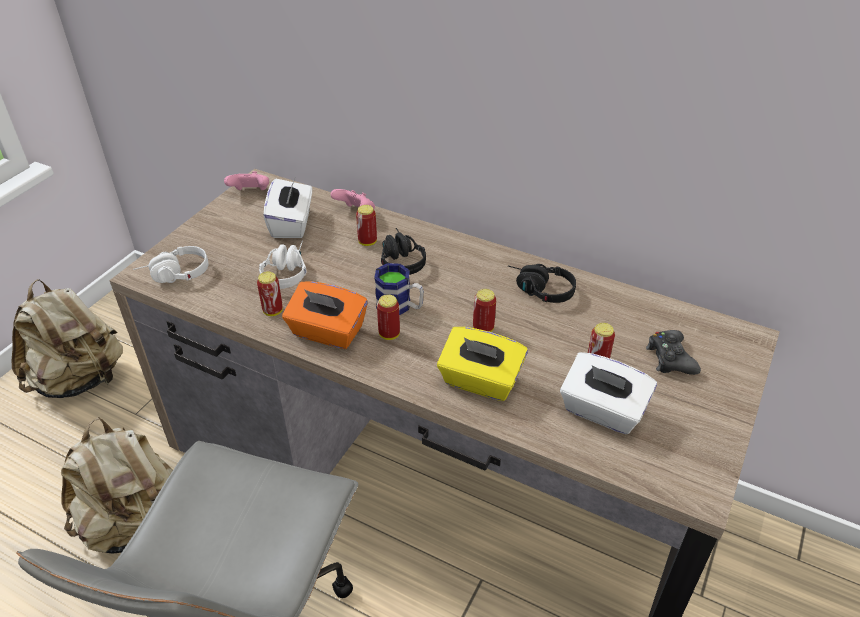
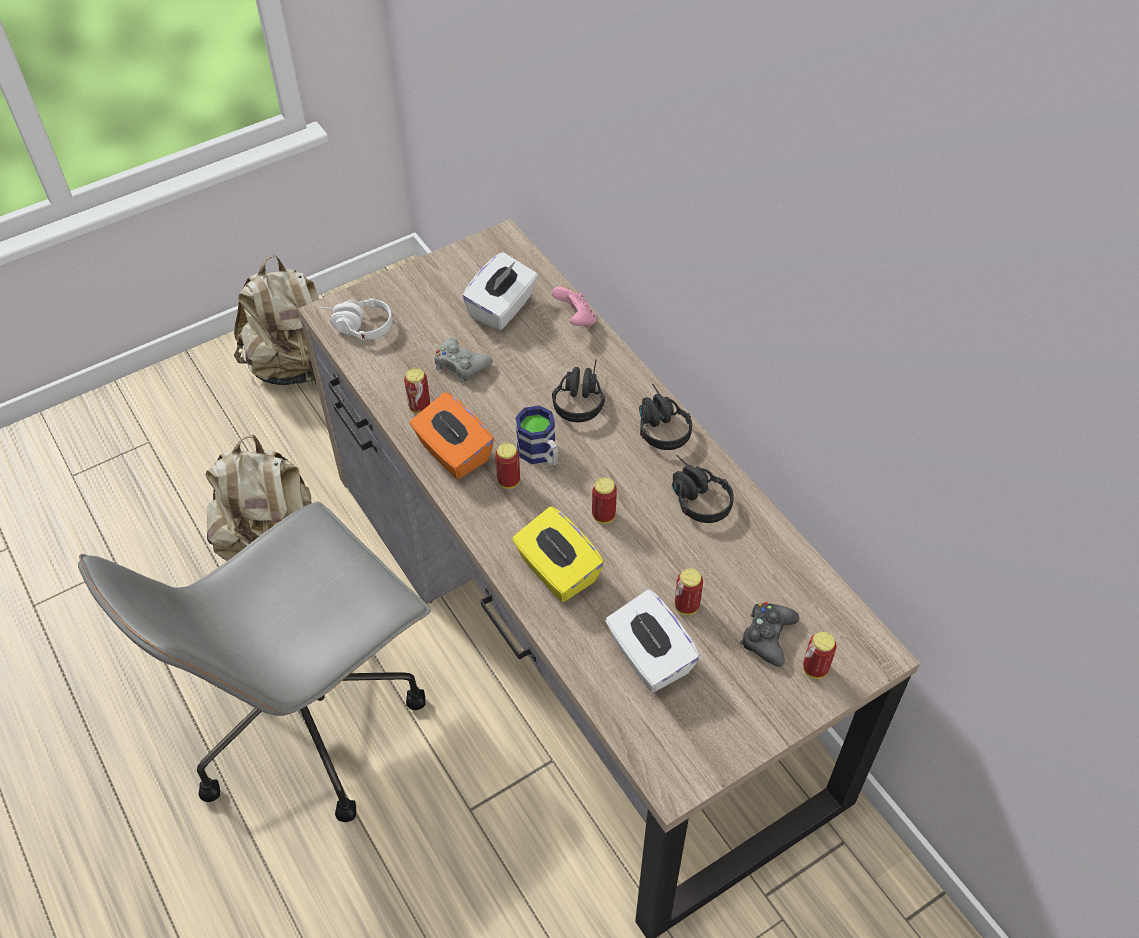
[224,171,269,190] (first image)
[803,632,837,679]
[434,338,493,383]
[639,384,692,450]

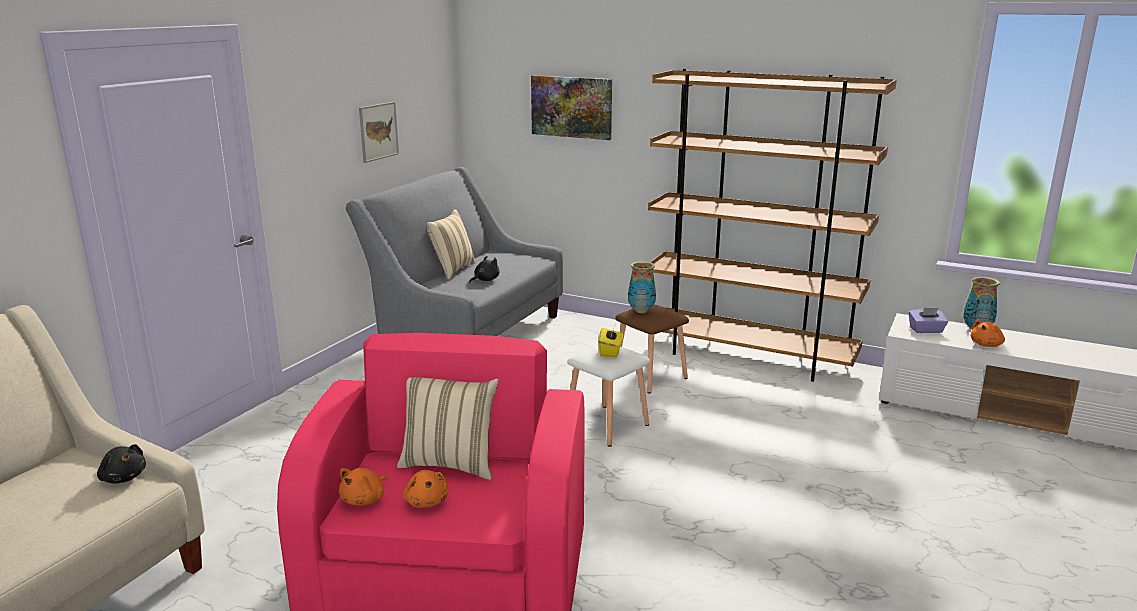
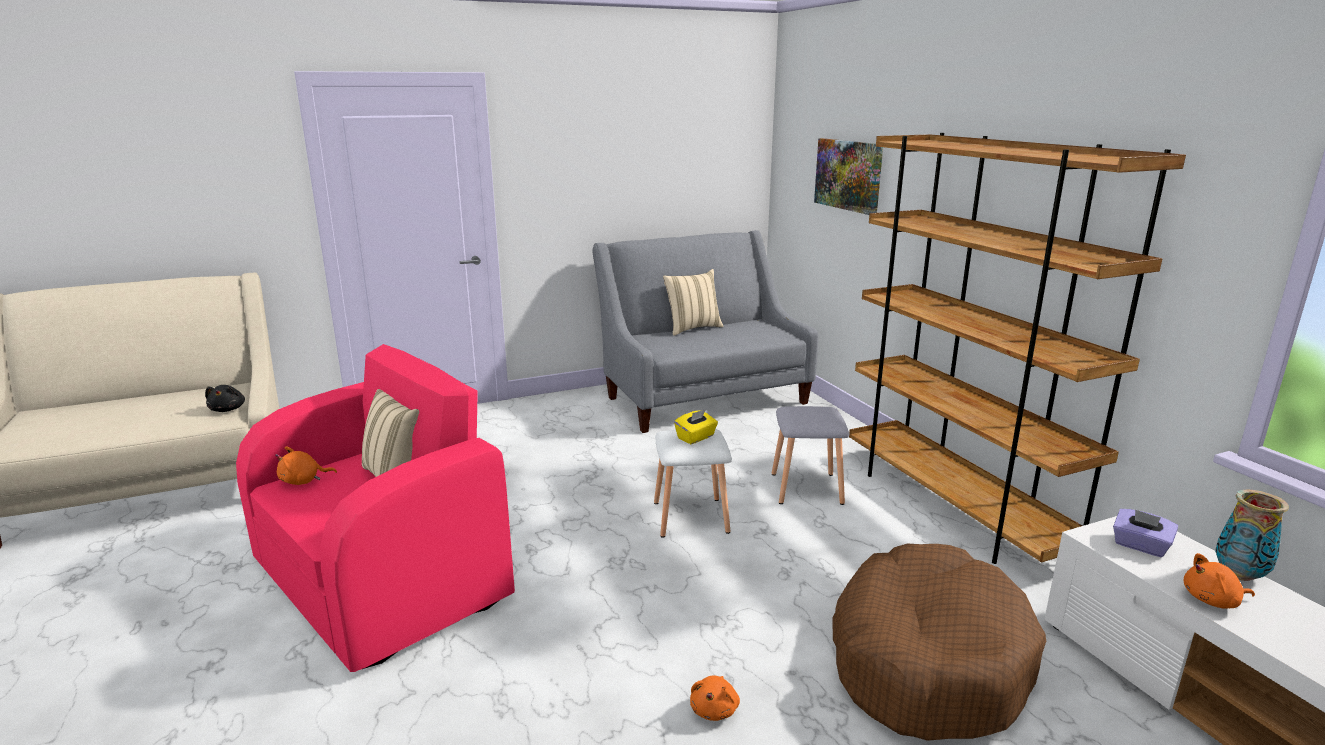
[359,102,399,163] (first image)
[469,256,499,283] (first image)
[628,261,656,313] (first image)
[772,406,849,505]
[690,675,740,721]
[832,544,1046,741]

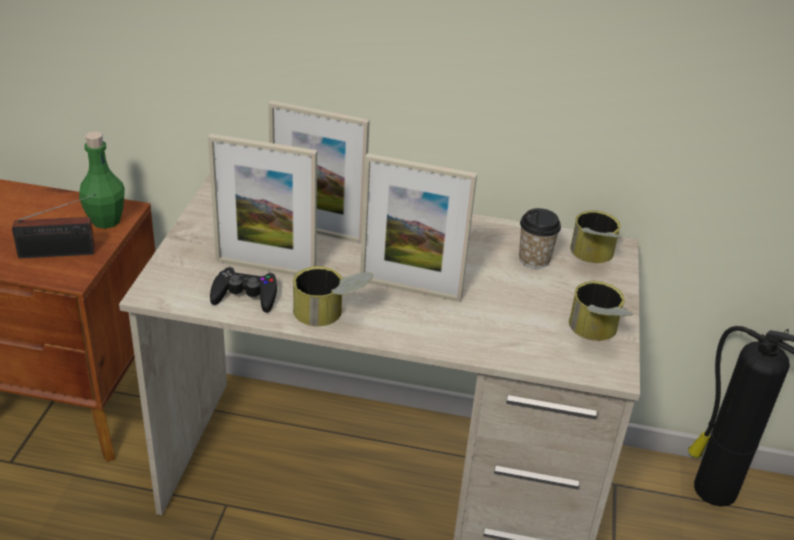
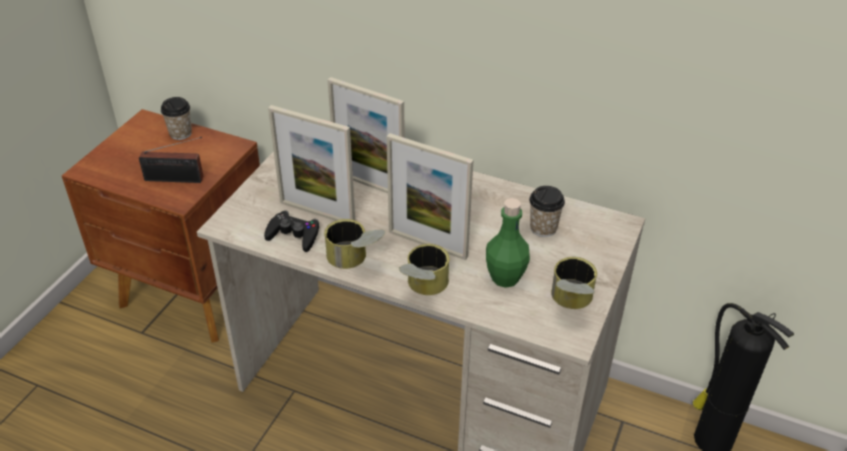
[486,198,530,288]
[399,244,450,295]
[161,97,192,140]

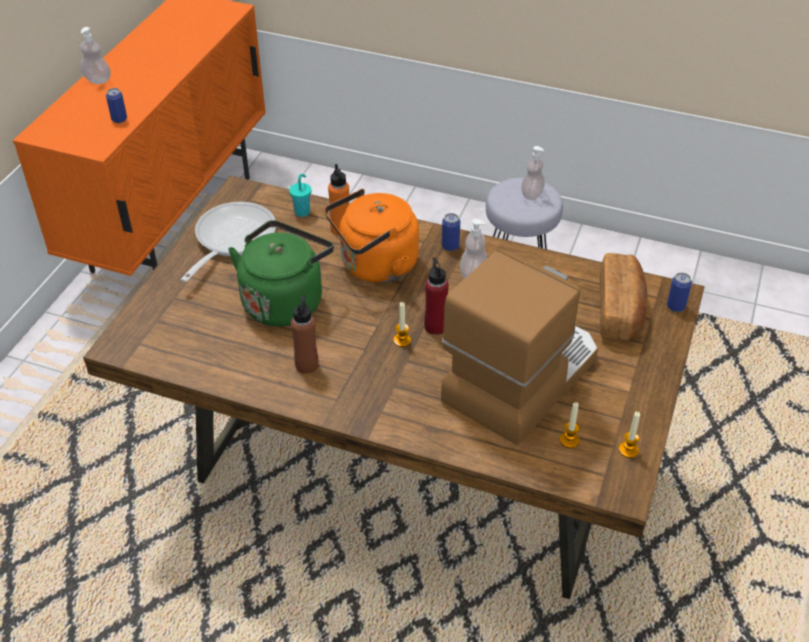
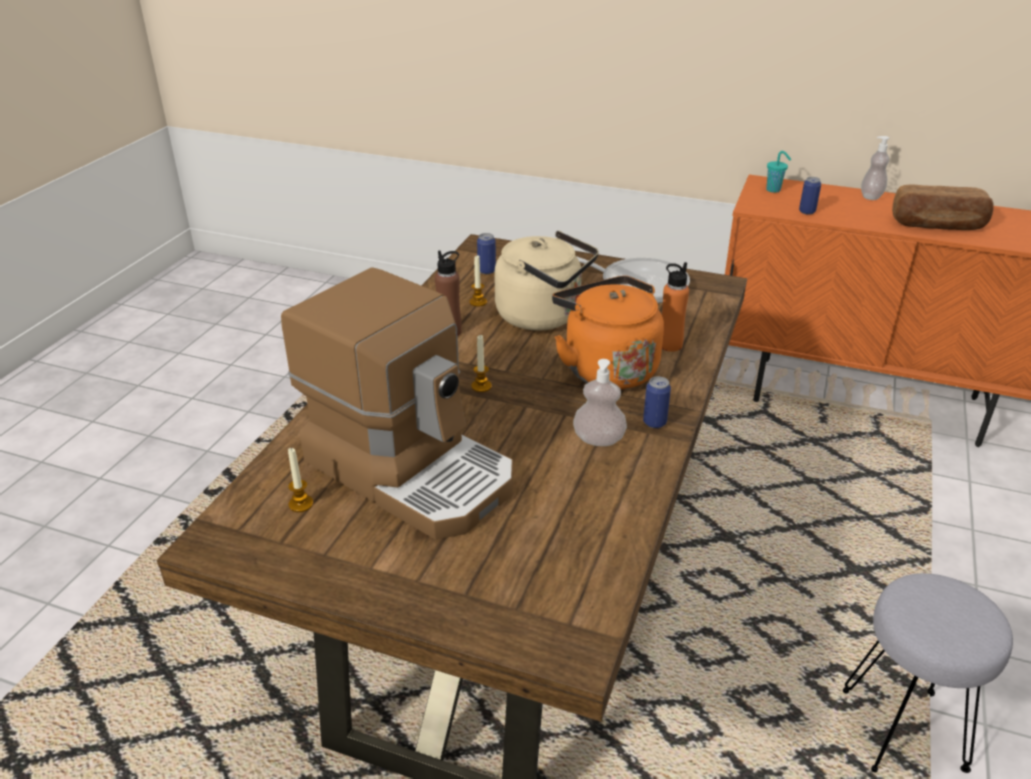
[521,146,545,200] (first image)
[766,151,791,193]
[494,231,599,331]
[892,185,994,230]
[424,257,449,335] (first image)
[477,233,496,274]
[469,255,487,307]

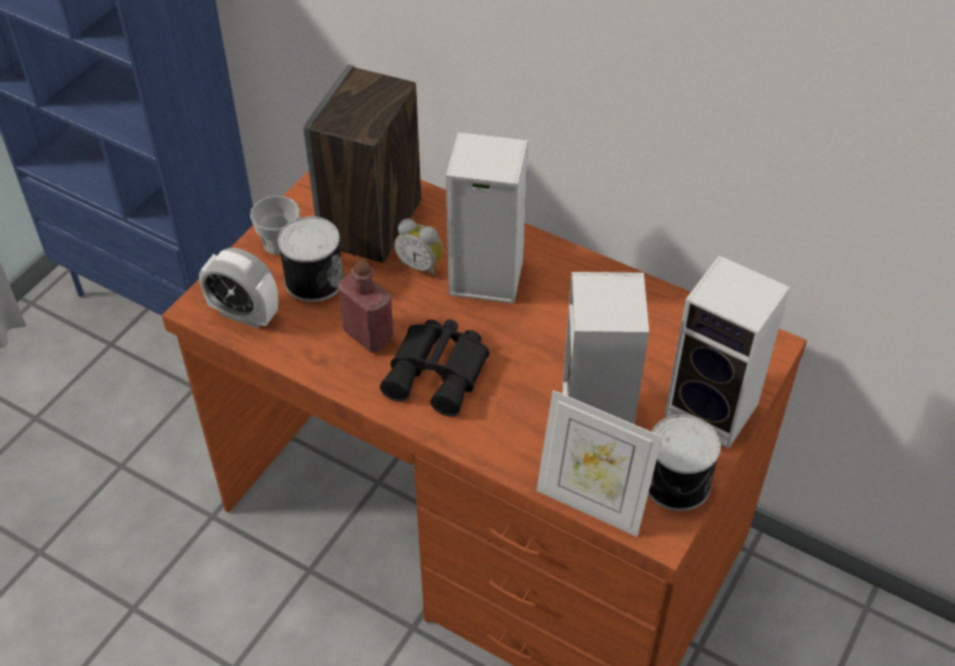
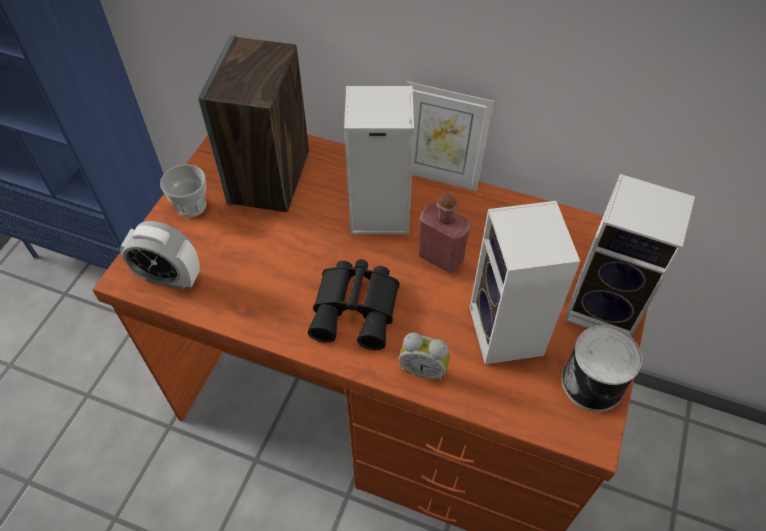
[278,216,344,302] (first image)
[399,332,450,382]
[419,193,471,273]
[406,81,494,191]

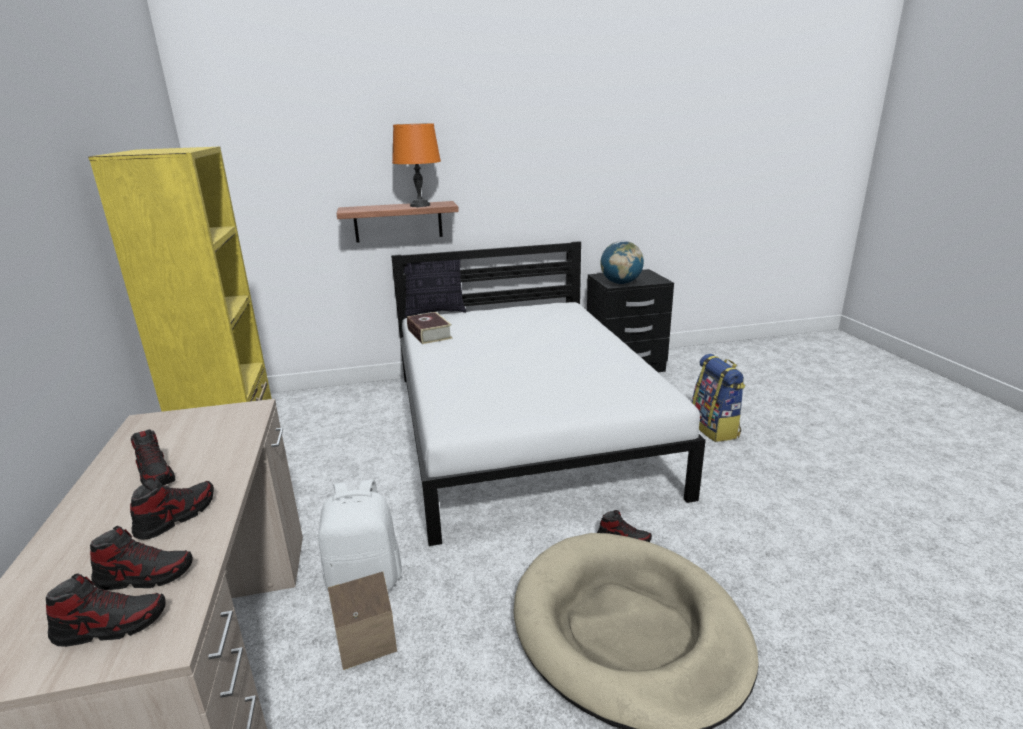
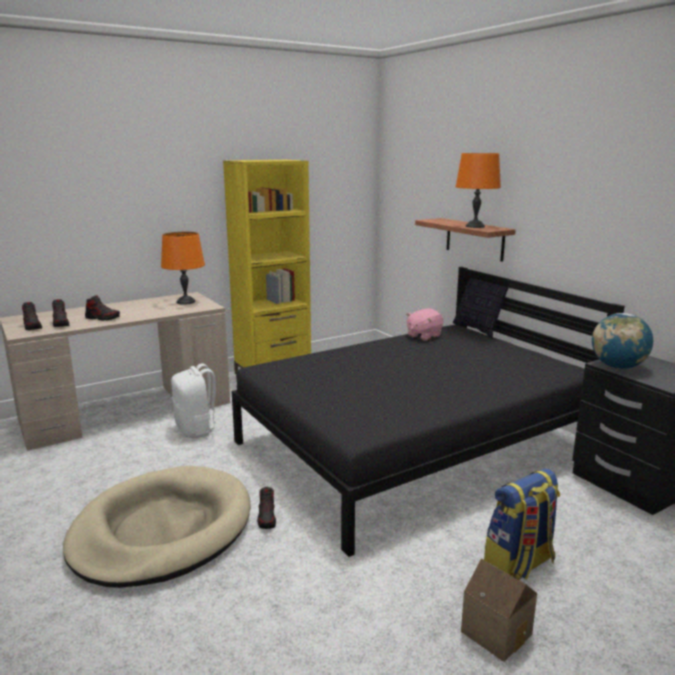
[232,267,625,557]
[406,308,444,341]
[131,429,176,485] (first image)
[461,558,537,662]
[161,232,205,305]

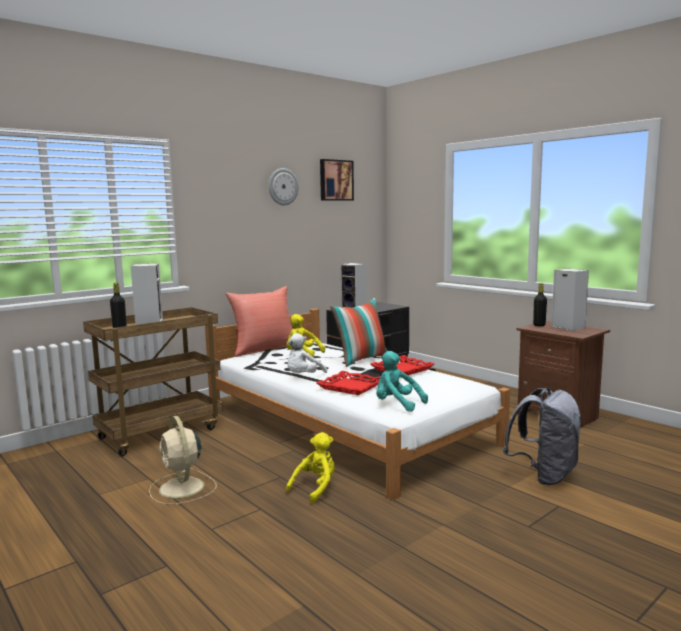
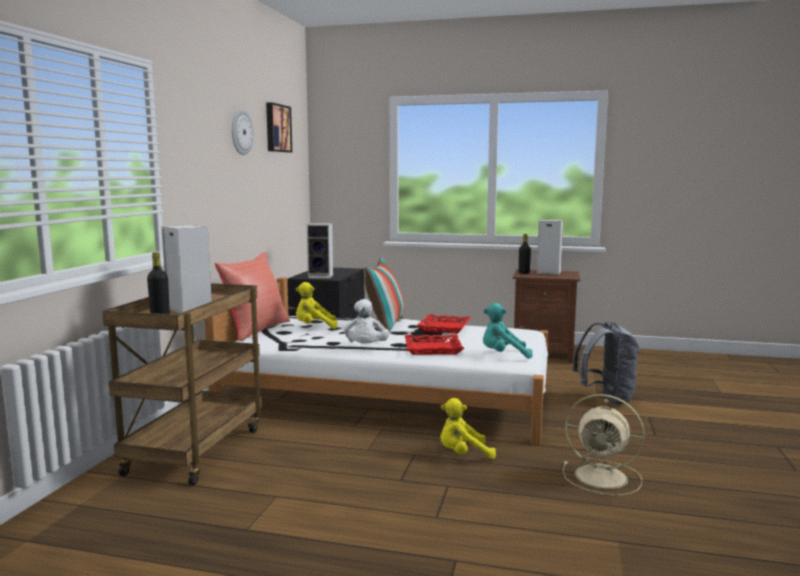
[563,394,645,496]
[440,398,496,459]

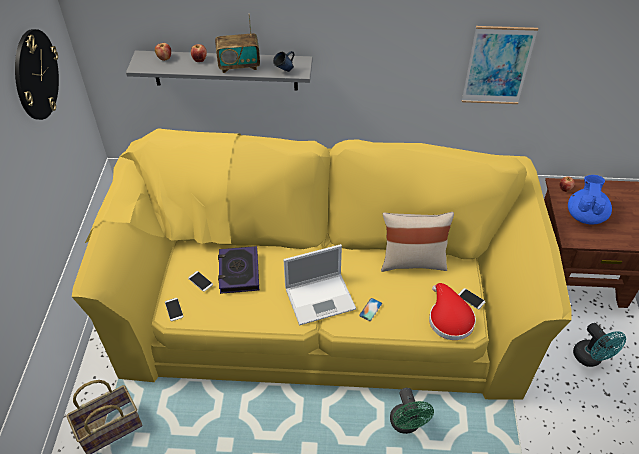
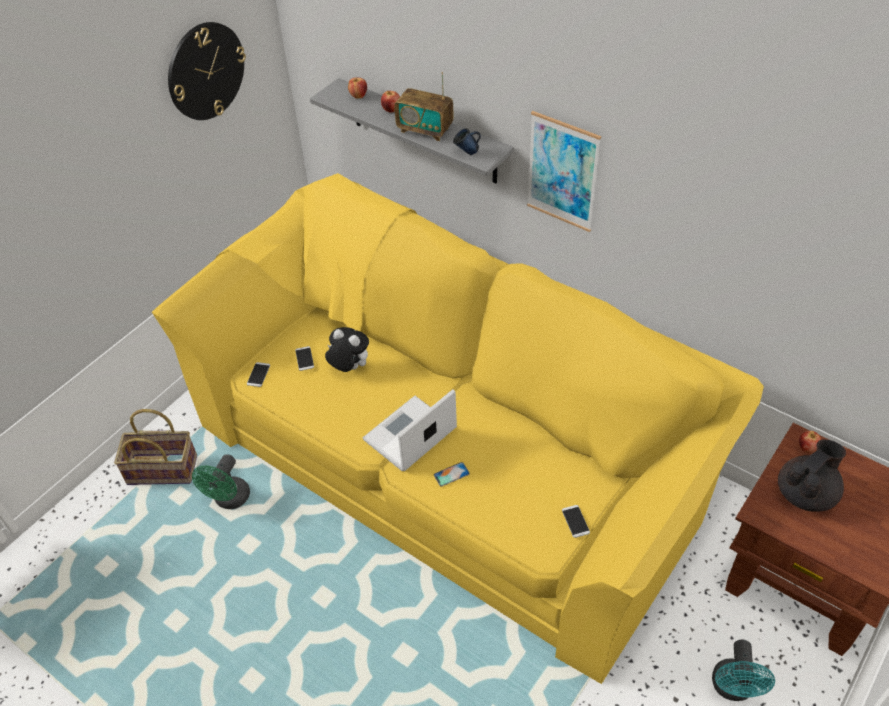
[527,111,601,232]
[778,440,846,512]
[381,212,454,272] (first image)
[363,389,457,471]
[325,327,369,372]
[429,283,476,340] (first image)
[192,454,250,509]

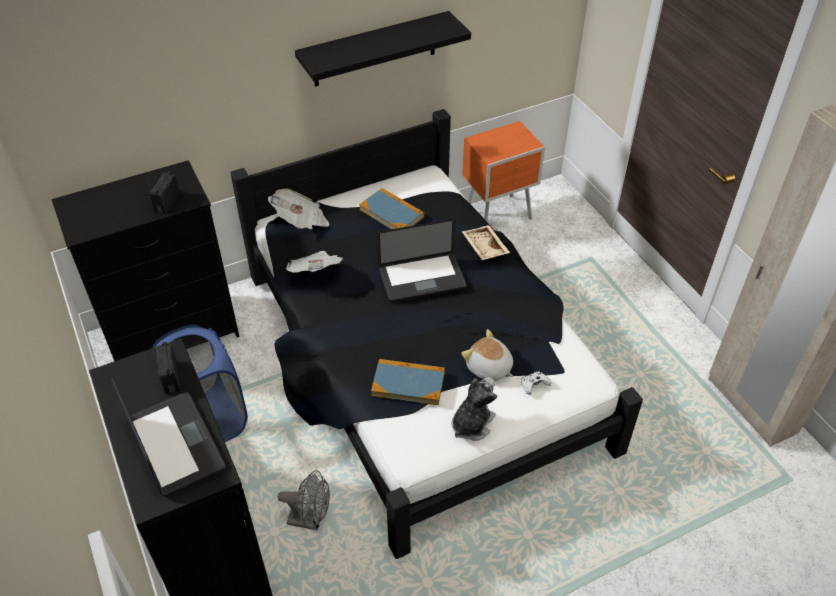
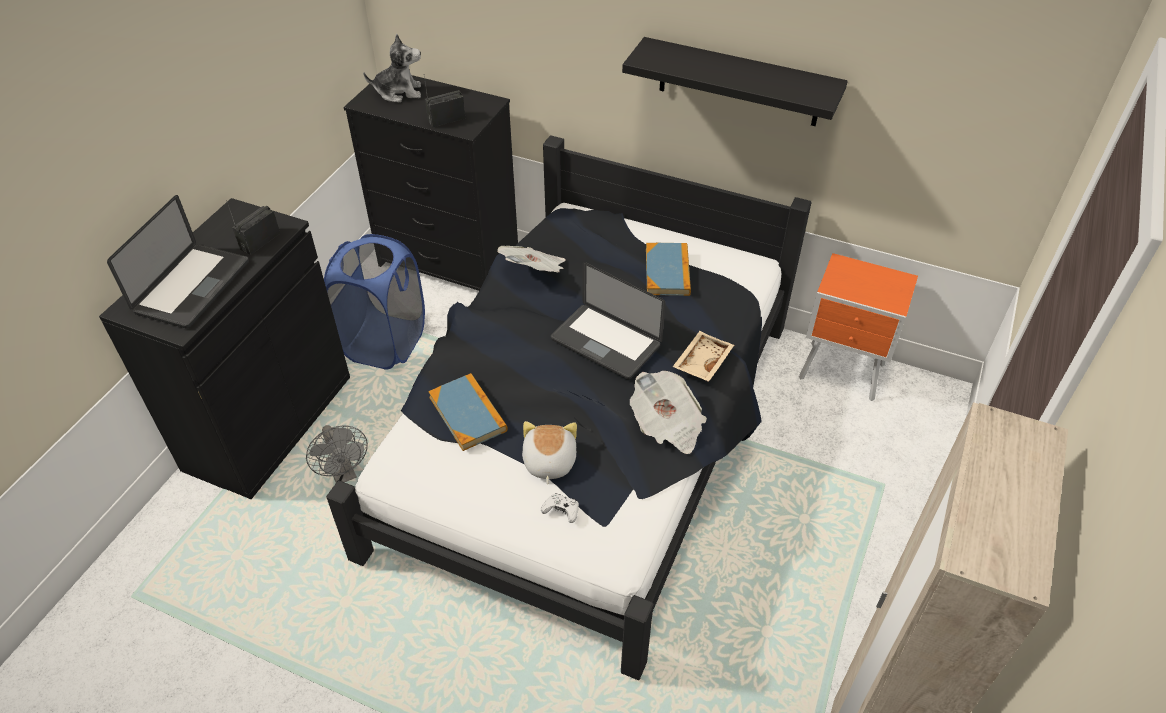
[630,371,707,454]
[363,34,421,102]

